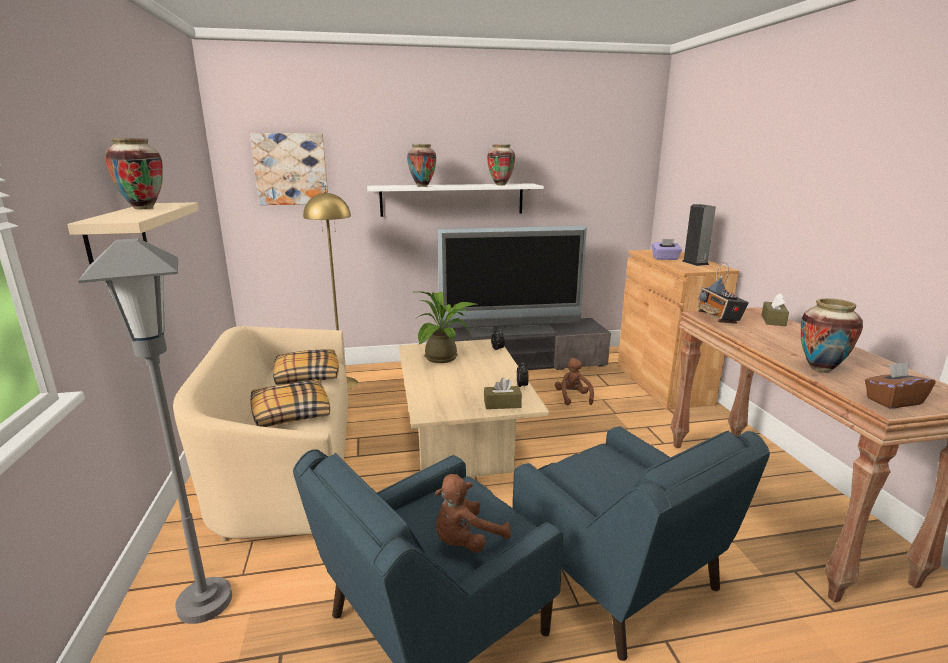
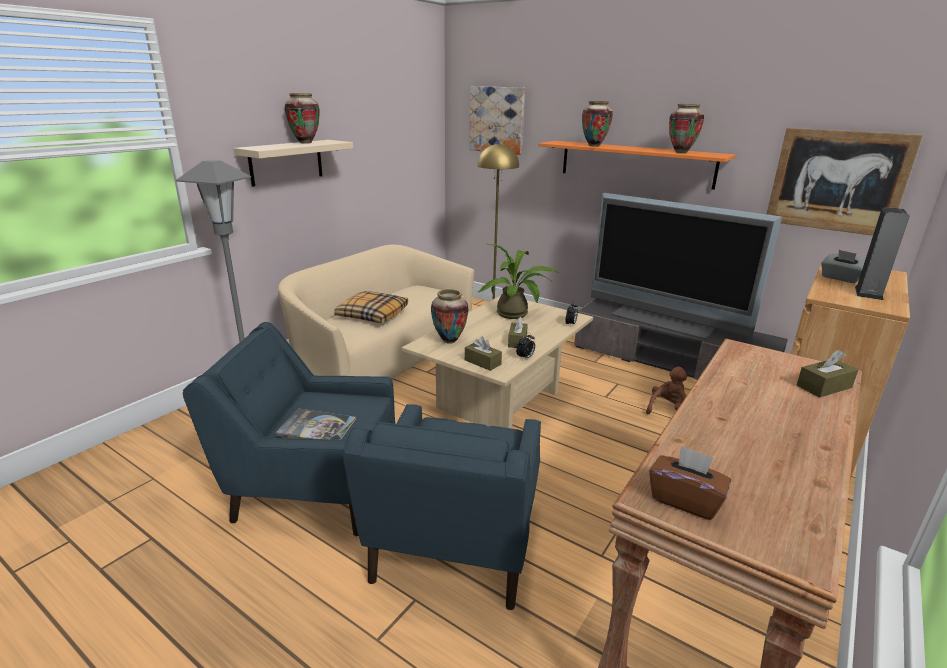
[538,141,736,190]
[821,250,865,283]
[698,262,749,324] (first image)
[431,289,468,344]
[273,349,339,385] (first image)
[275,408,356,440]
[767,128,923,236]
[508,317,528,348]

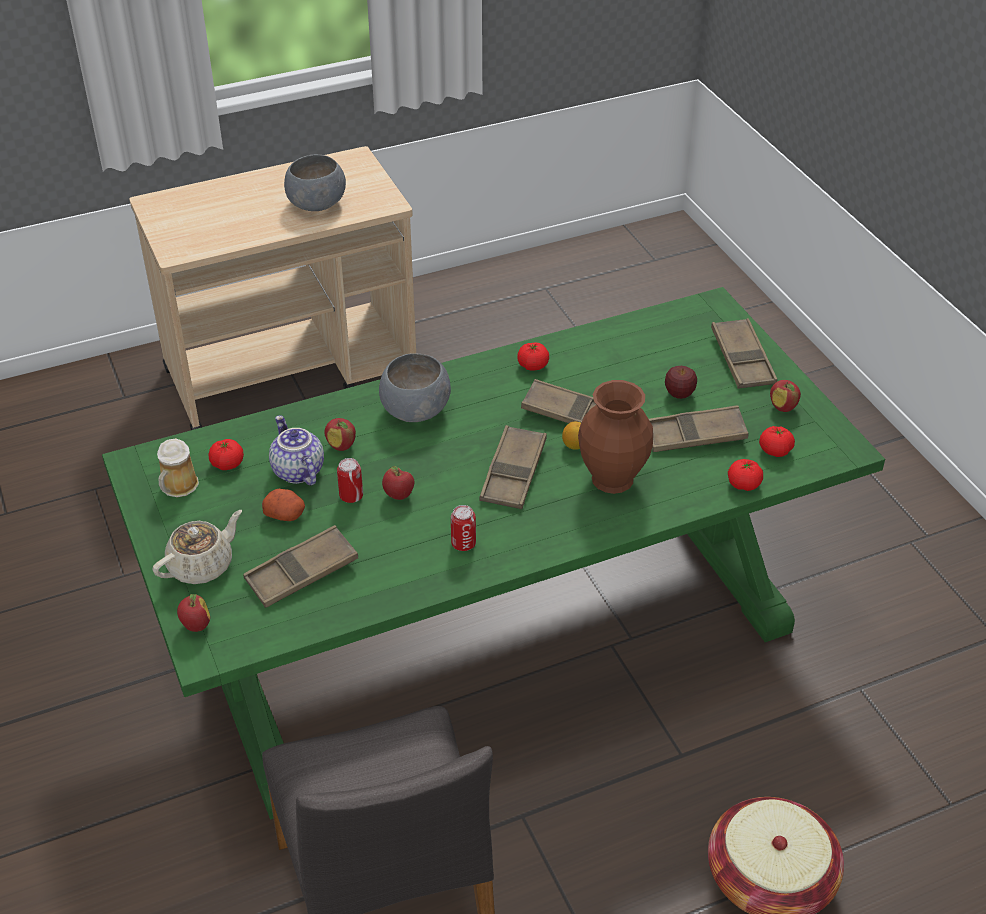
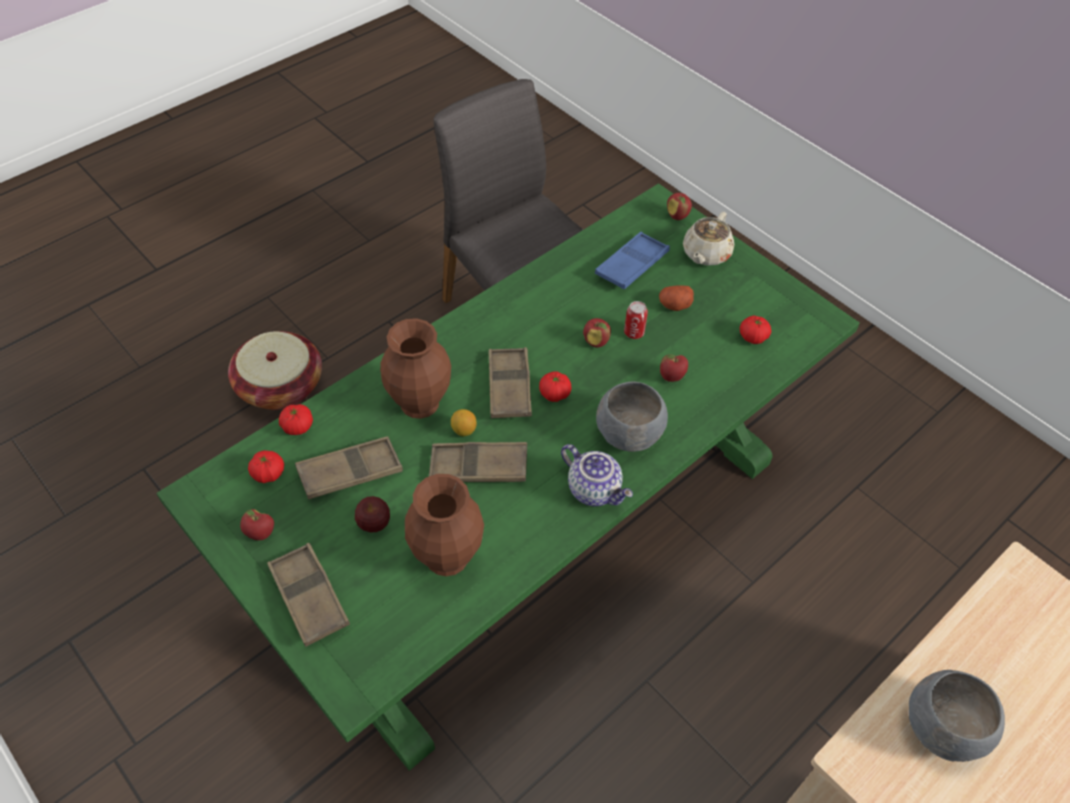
[539,371,572,402]
[561,444,633,506]
[157,438,199,497] (first image)
[451,505,476,551] (first image)
[595,232,670,290]
[405,474,484,576]

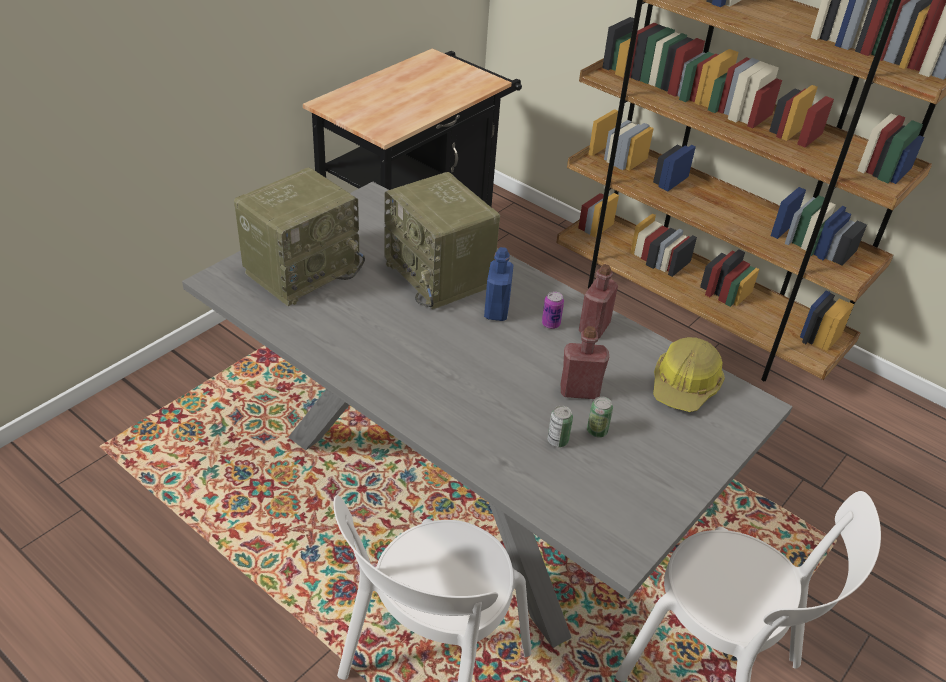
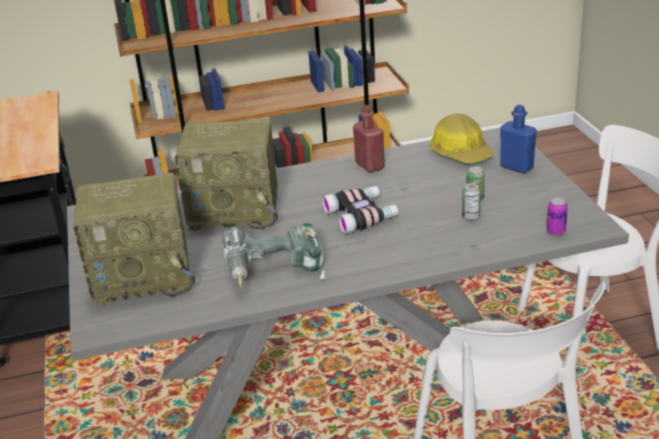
[73,172,195,306]
[500,105,537,174]
[547,197,568,236]
[561,326,609,399] (first image)
[322,186,399,234]
[223,223,325,288]

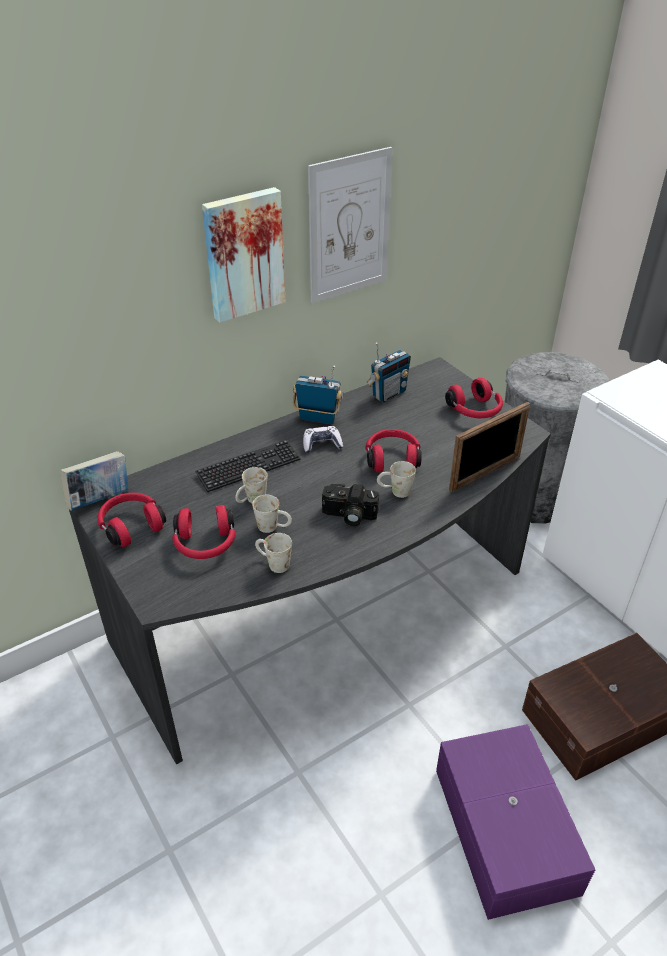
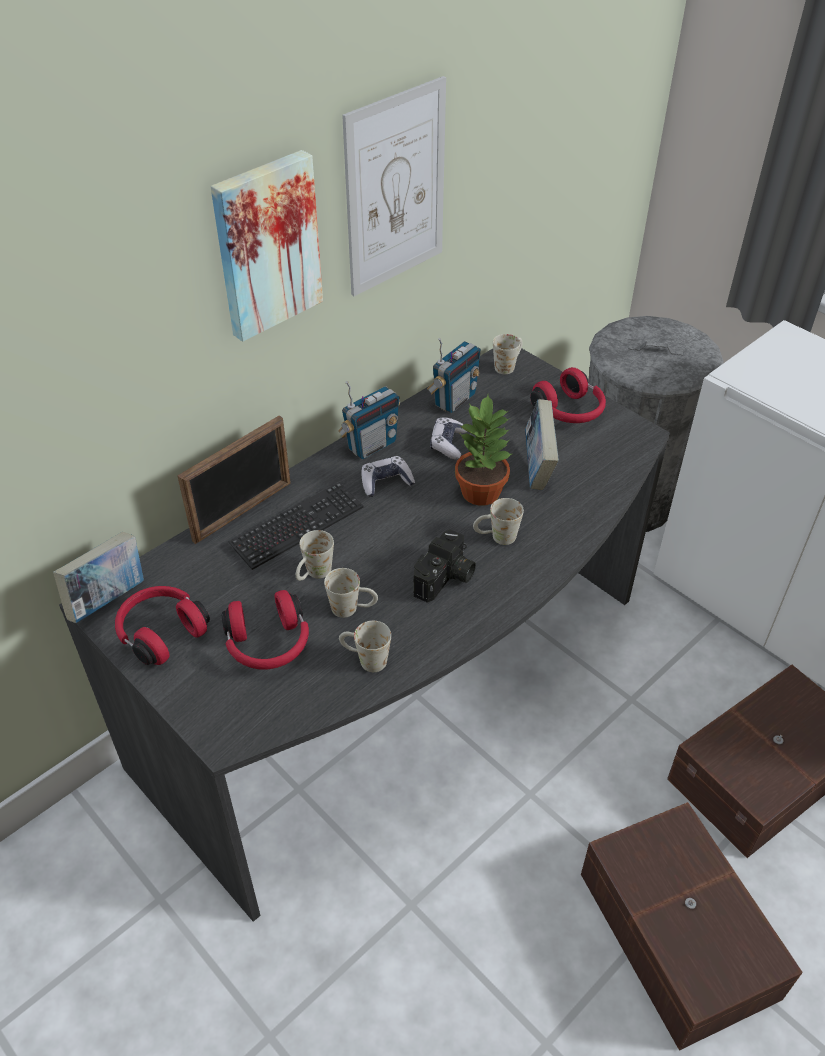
[338,381,400,460]
[177,415,291,544]
[455,395,512,506]
[414,529,476,603]
[581,802,803,1051]
[493,334,522,374]
[525,399,559,490]
[430,417,467,460]

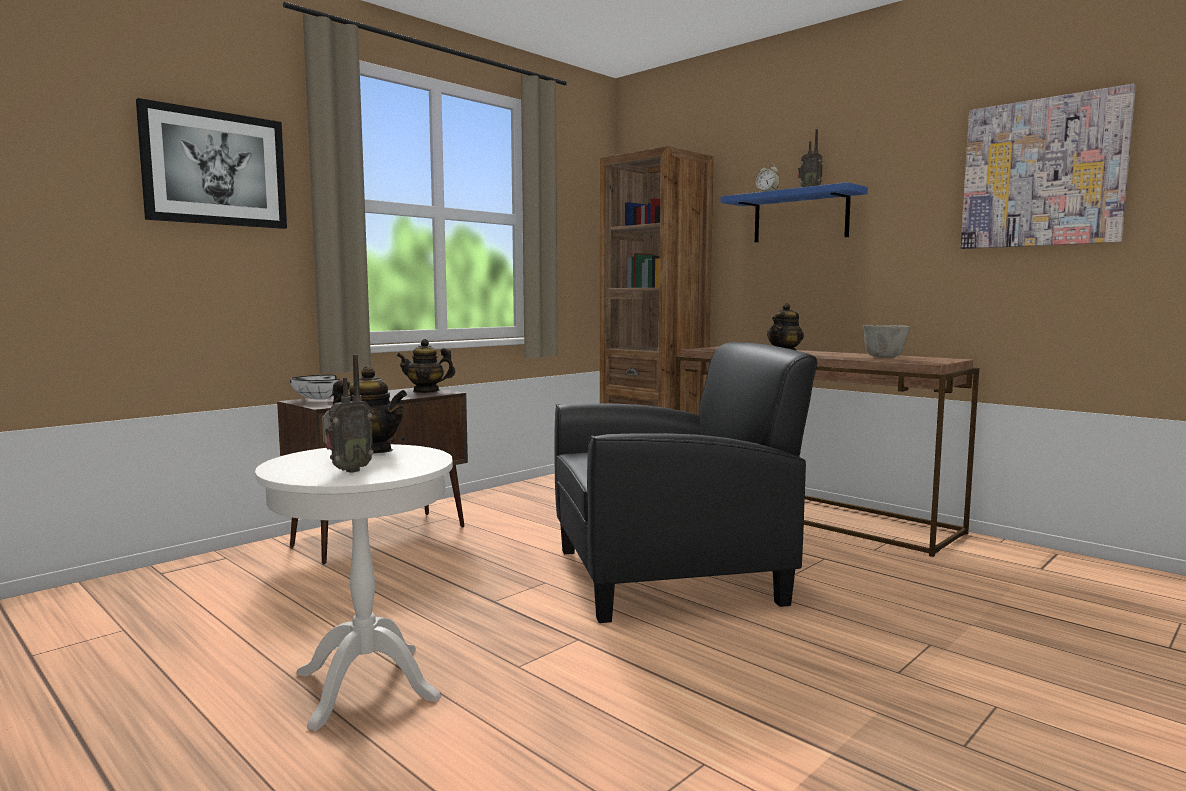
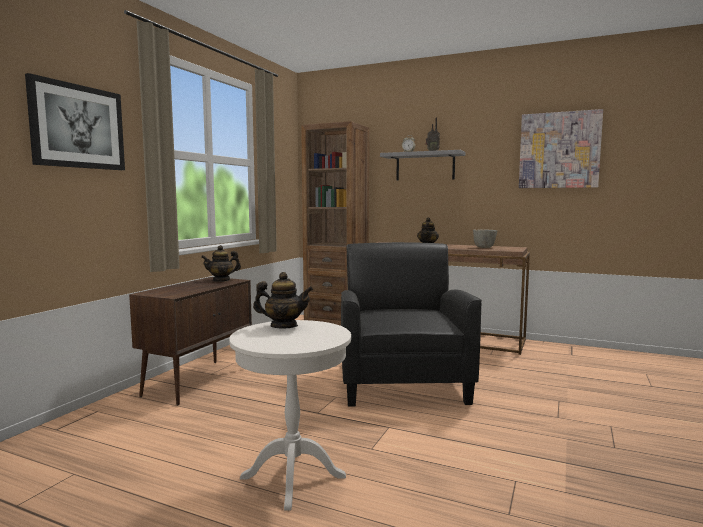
[380,150,465,180]
[341,242,482,407]
[322,355,374,473] (first image)
[290,375,340,400] (first image)

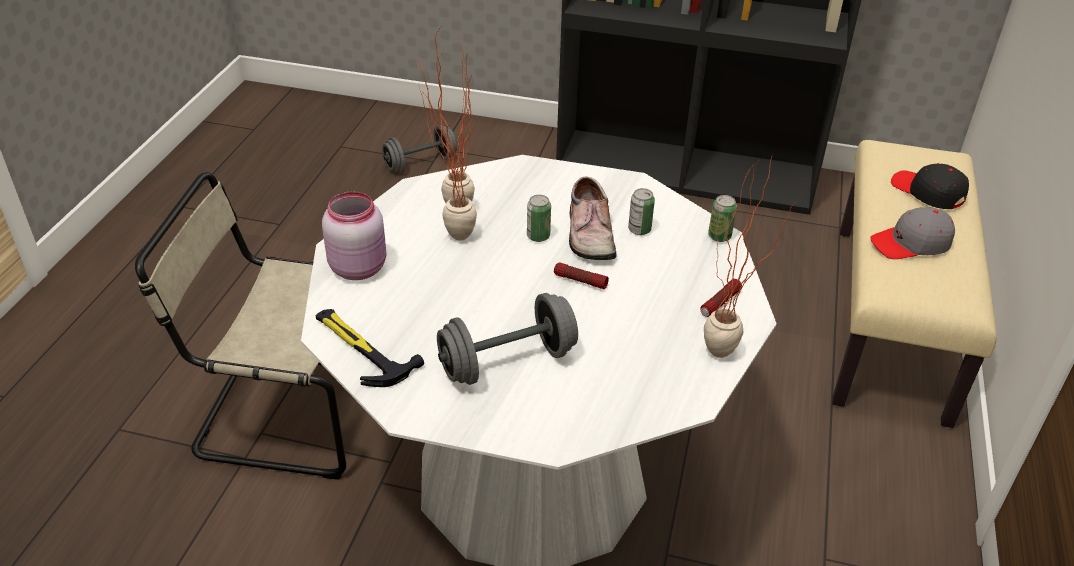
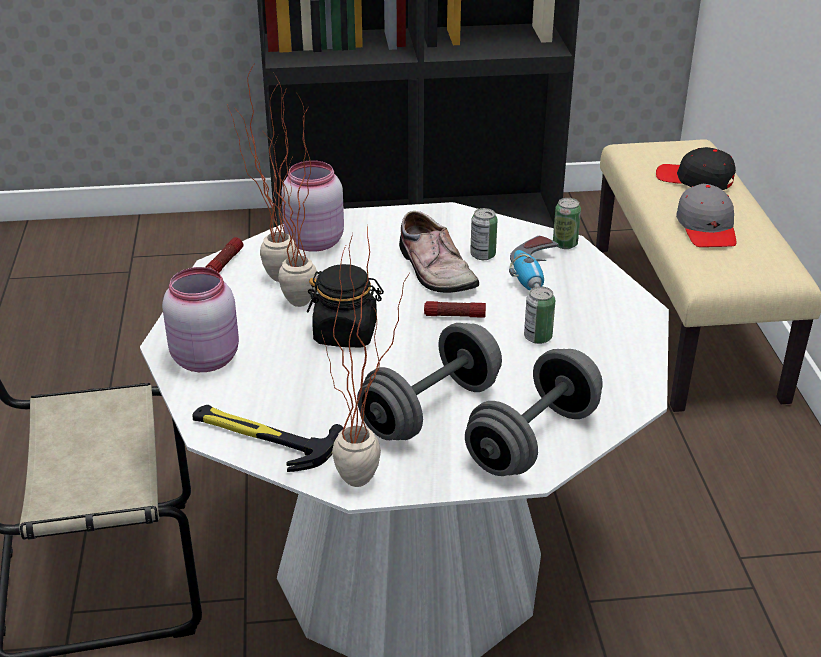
[465,349,603,476]
[321,225,410,487]
[524,286,555,344]
[676,184,736,247]
[205,237,243,273]
[281,160,344,252]
[509,236,559,290]
[307,264,384,347]

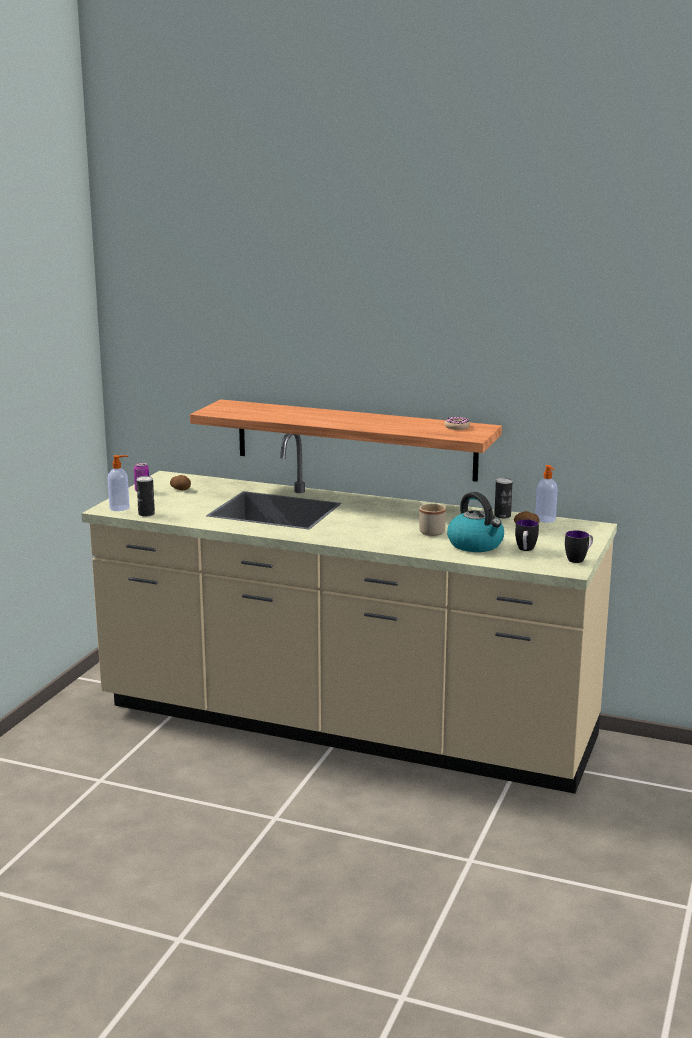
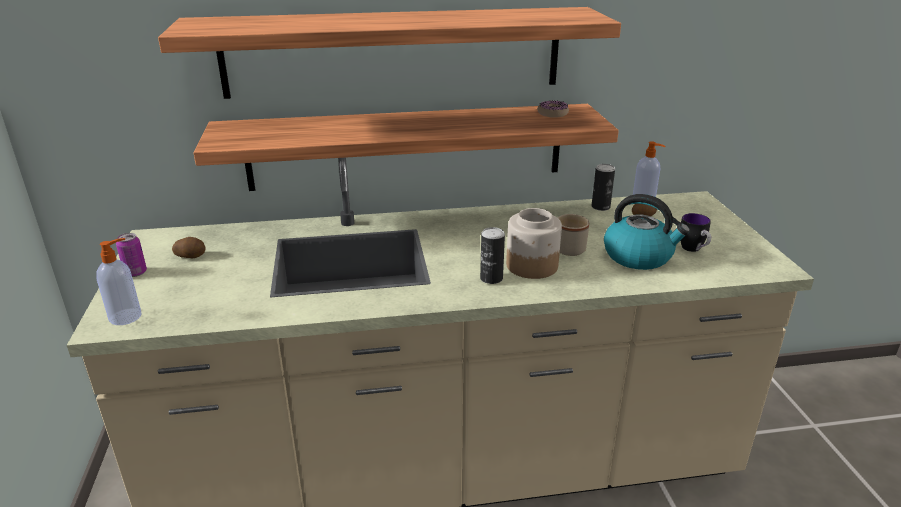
[480,227,505,284]
[565,530,593,563] (first image)
[158,7,621,99]
[506,208,562,279]

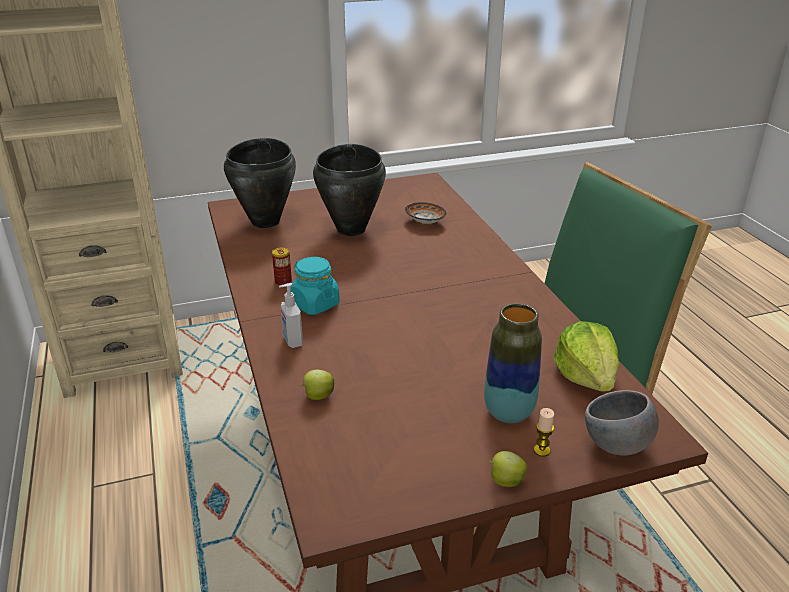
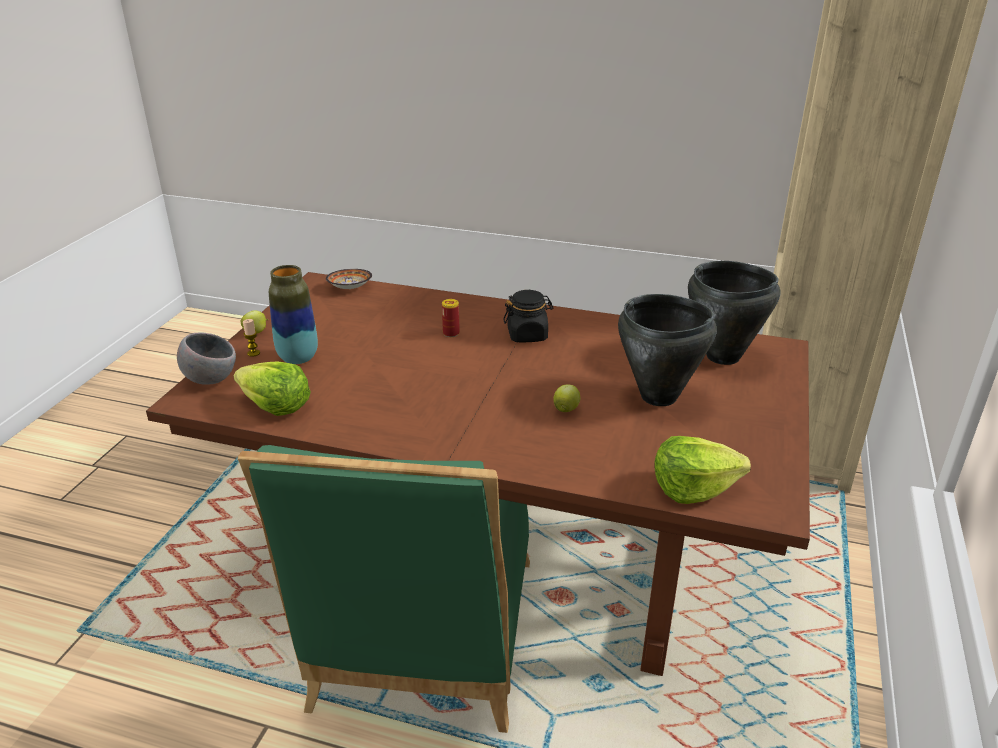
[326,269,372,289]
[442,299,460,337]
[503,290,554,342]
[279,283,303,348] (first image)
[553,384,580,412]
[654,436,751,504]

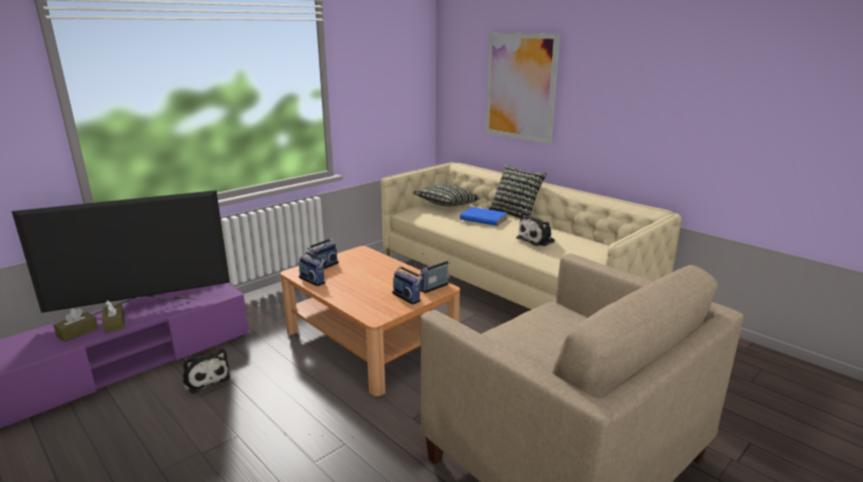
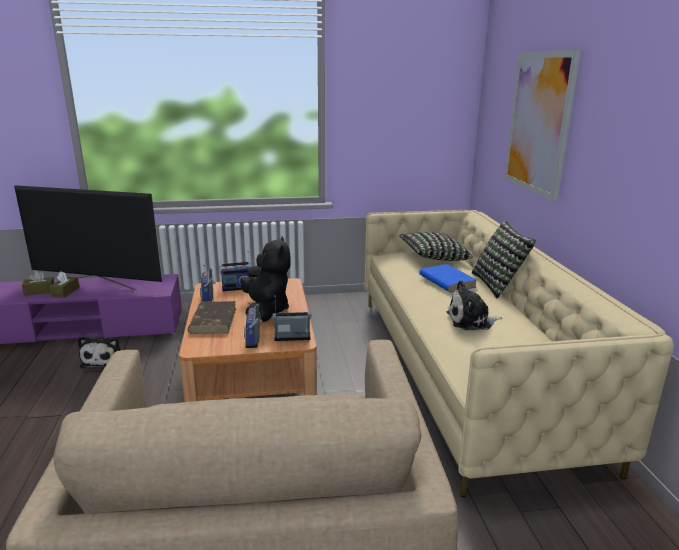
[241,237,291,322]
[188,301,236,334]

